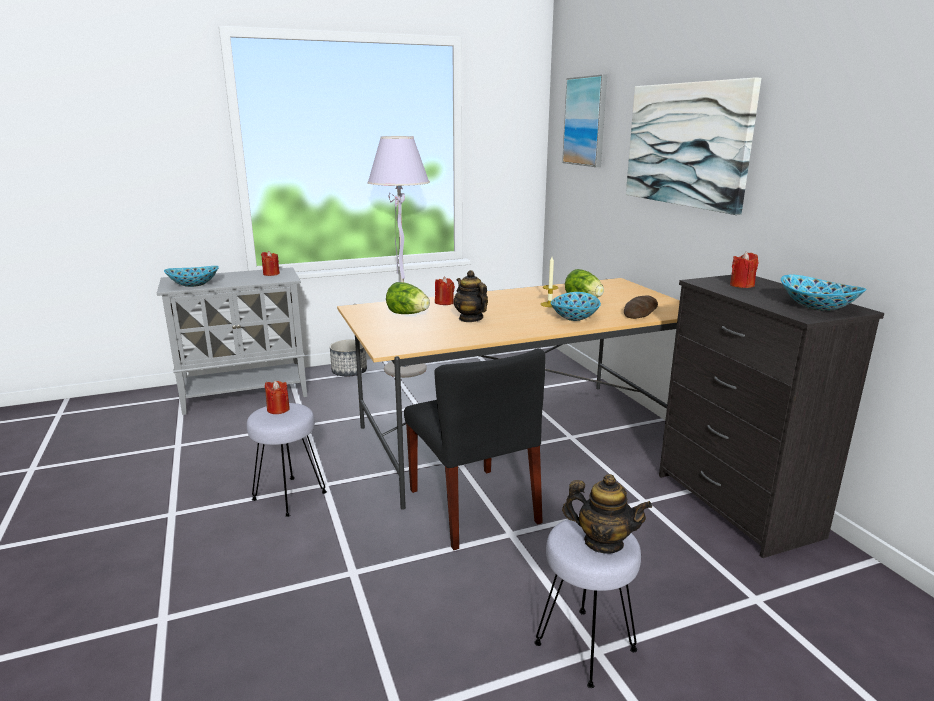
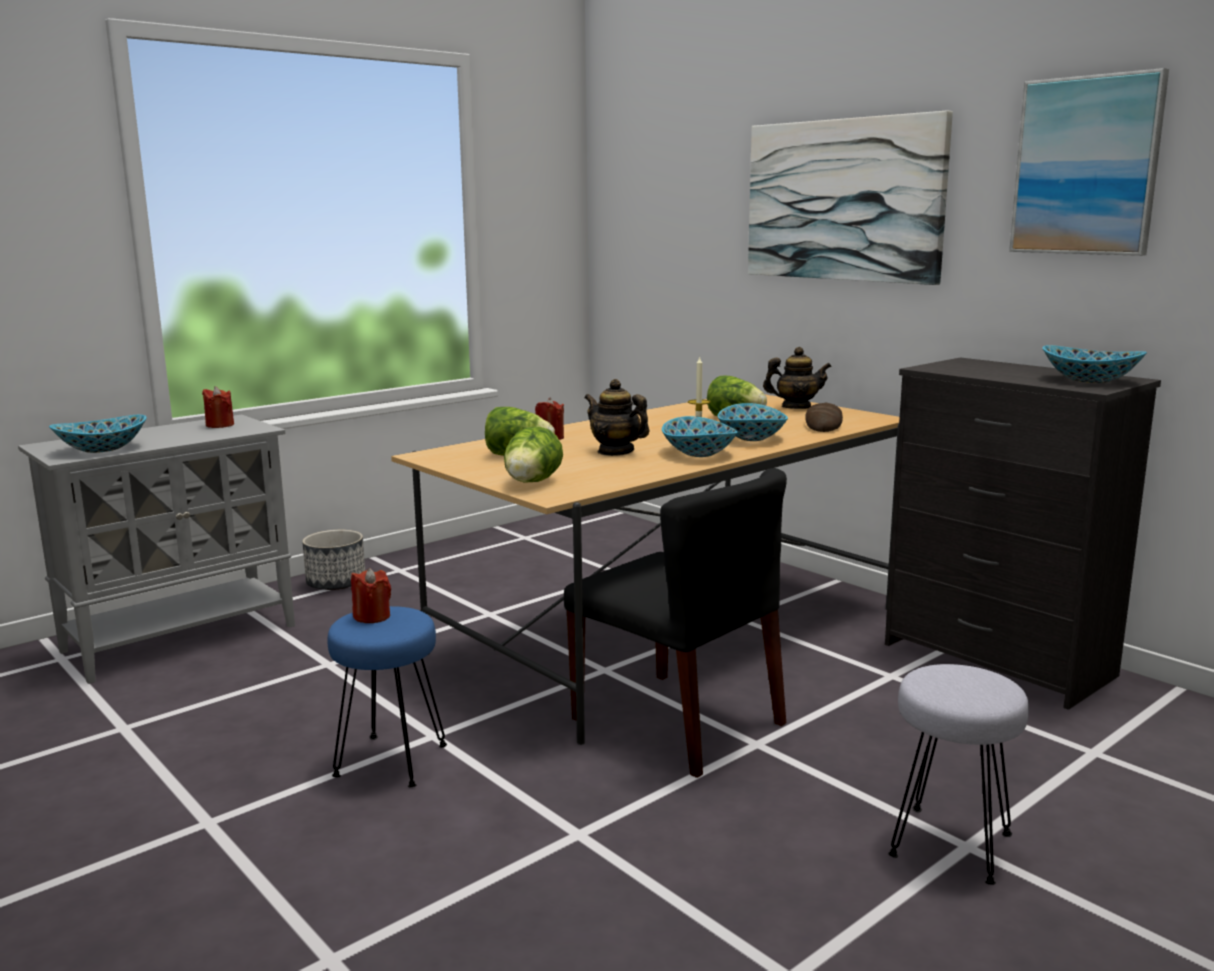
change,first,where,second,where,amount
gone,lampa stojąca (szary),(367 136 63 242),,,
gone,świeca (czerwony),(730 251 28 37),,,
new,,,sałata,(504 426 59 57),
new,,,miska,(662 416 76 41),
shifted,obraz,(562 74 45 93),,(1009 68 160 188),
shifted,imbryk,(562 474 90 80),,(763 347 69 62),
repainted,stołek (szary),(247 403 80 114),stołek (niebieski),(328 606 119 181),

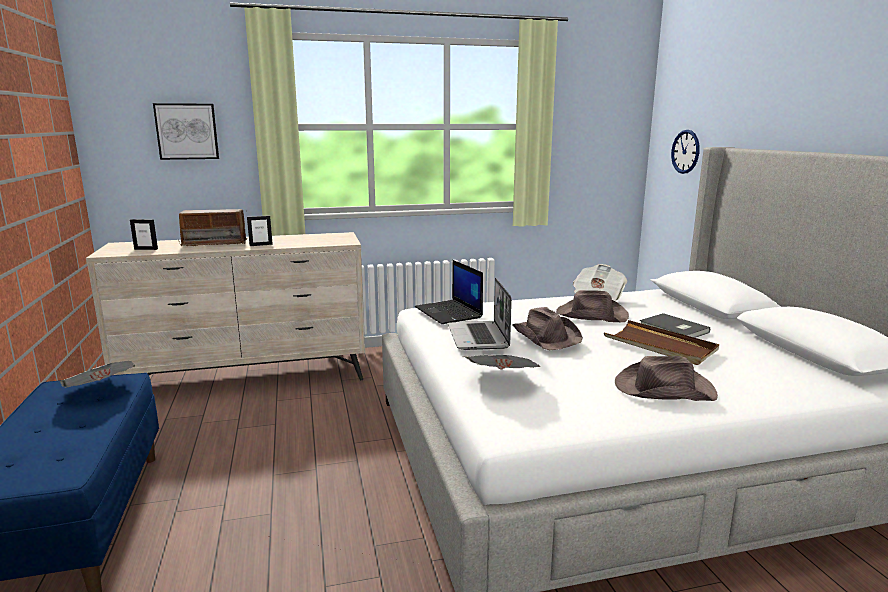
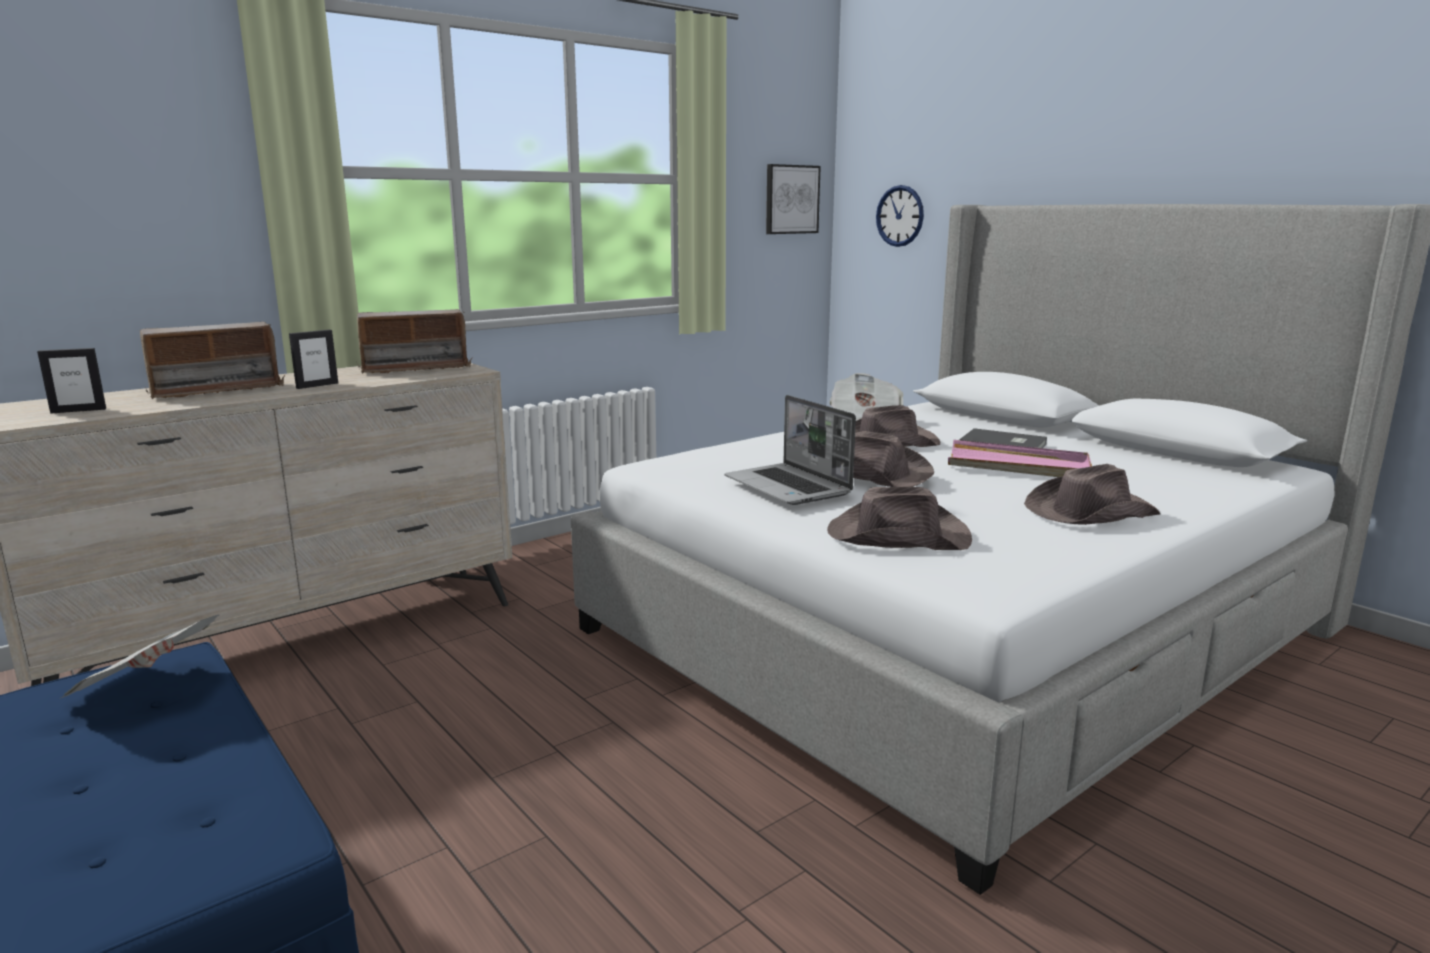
change,first,where,second,where,amount
gone,laptop,(415 260 68 64),,,
new,,,radio,(356 309 117 65),
shifted,obraz,(153 103 66 57),,(766 164 55 70),
swapped,gazeta,(463 355 77 15),kapelusz (brązowy),(827 487 145 63),
repainted,taca (brązowy),(604 320 115 45),taca (różowy),(948 440 144 37),

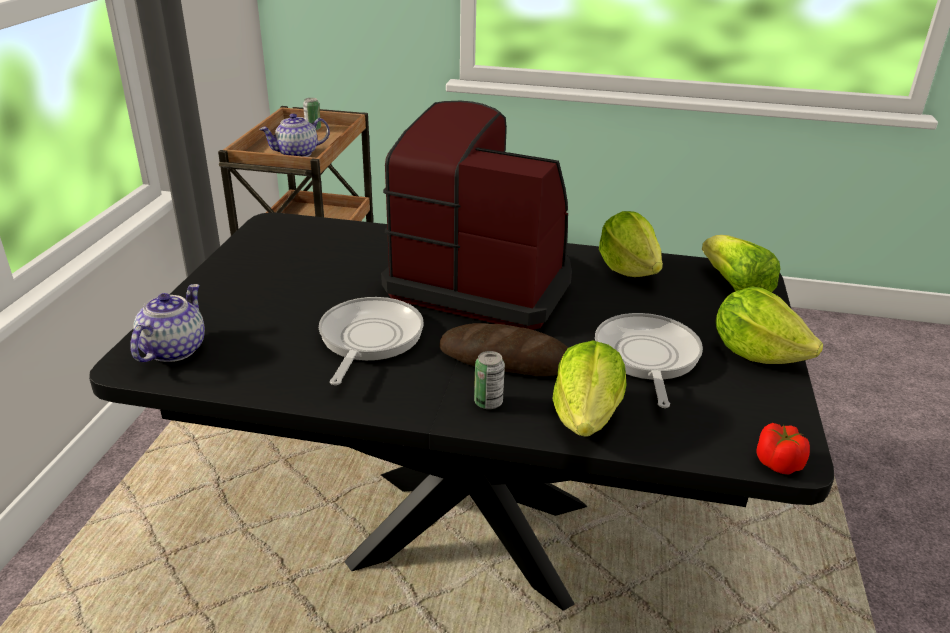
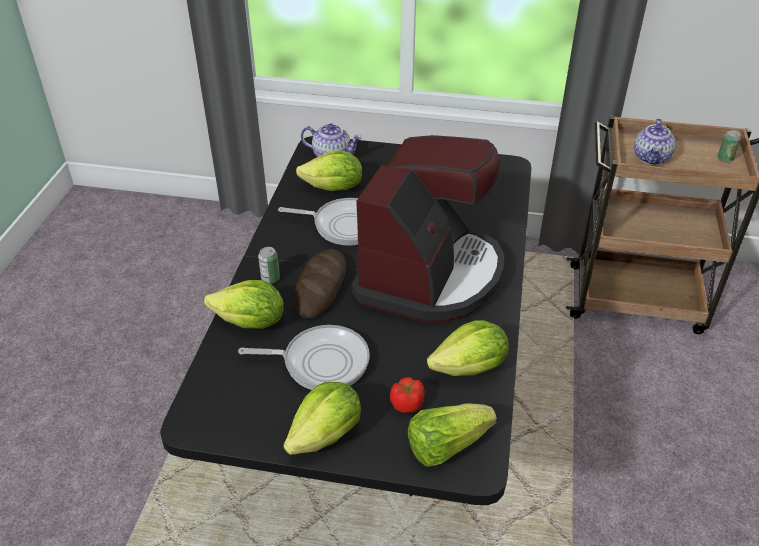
change,first,where,second,where,amount
new,,,sałata,(296 151 66 40),
shifted,pomidor,(757 423 53 52),,(390 377 35 36),
rotated,imbryk,(260 113 70 44),,(634 119 41 46),135 degrees counterclockwise

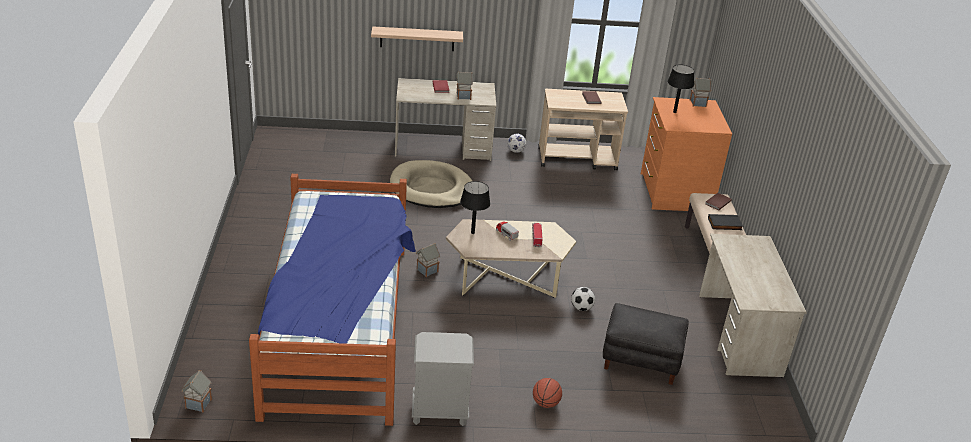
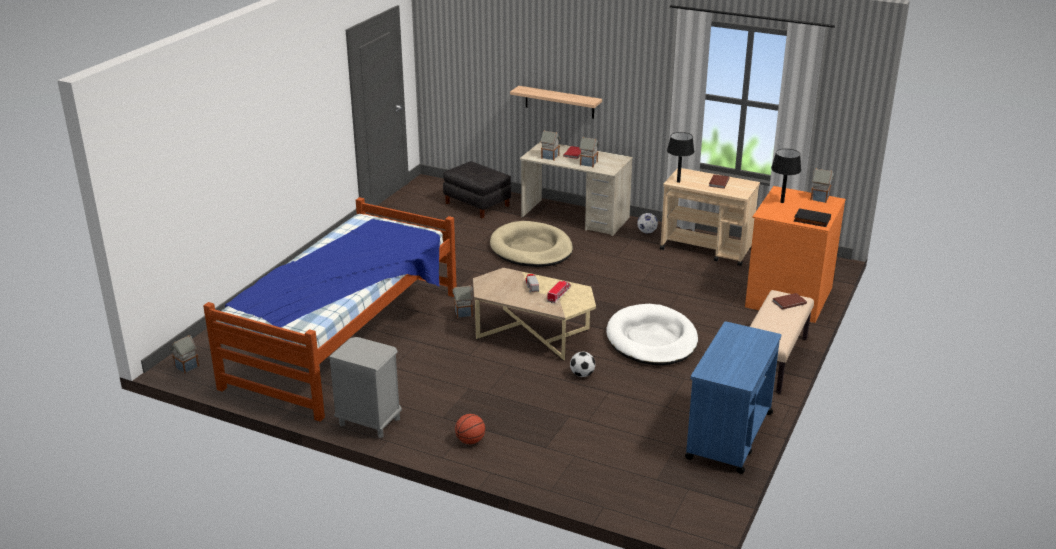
change,first,where,second,where,amount
new,,,domek,(540 130 20 31),
new,,,legowisko (biały),(606 304 92 61),
shifted,lampa stołowa (czarny),(460 181 30 53),,(667 132 27 51),
shifted,pufa (czarny),(603 303 86 82),,(443 161 68 58),
shifted,książka (czarny),(708 214 35 16),,(794 208 37 19),
swapped,biurko (beżowy),(699 234 108 143),wózek (niebieski),(685 321 96 153),

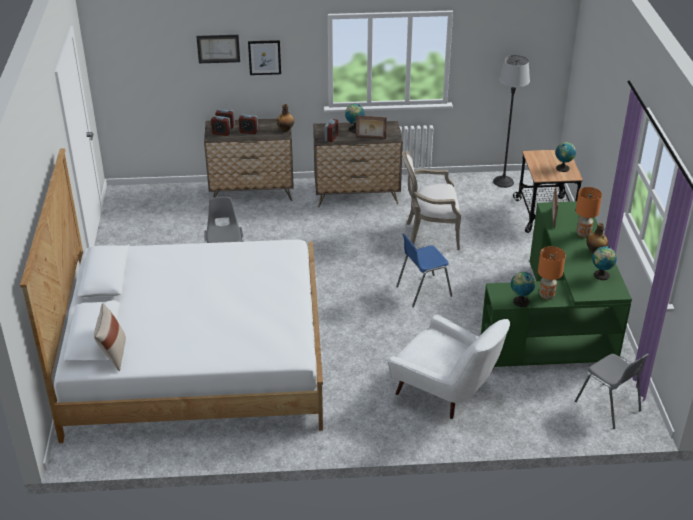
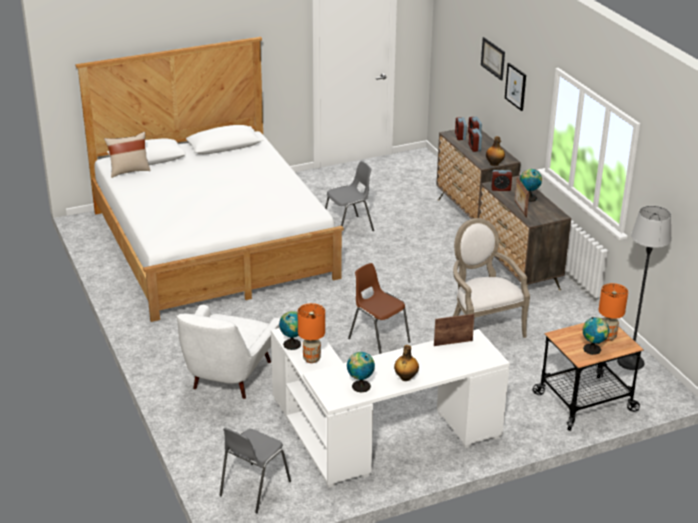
change,first,where,second,where,amount
shifted,lampa stołowa (pomarańczowy),(576 187 26 51),,(599 283 29 58),
repainted,krzesło (niebieski),(396 234 56 73),krzesło (brązowy),(348 263 62 91),
repainted,biurko (zielony),(481 201 151 168),biurko (biały),(271 328 239 160),

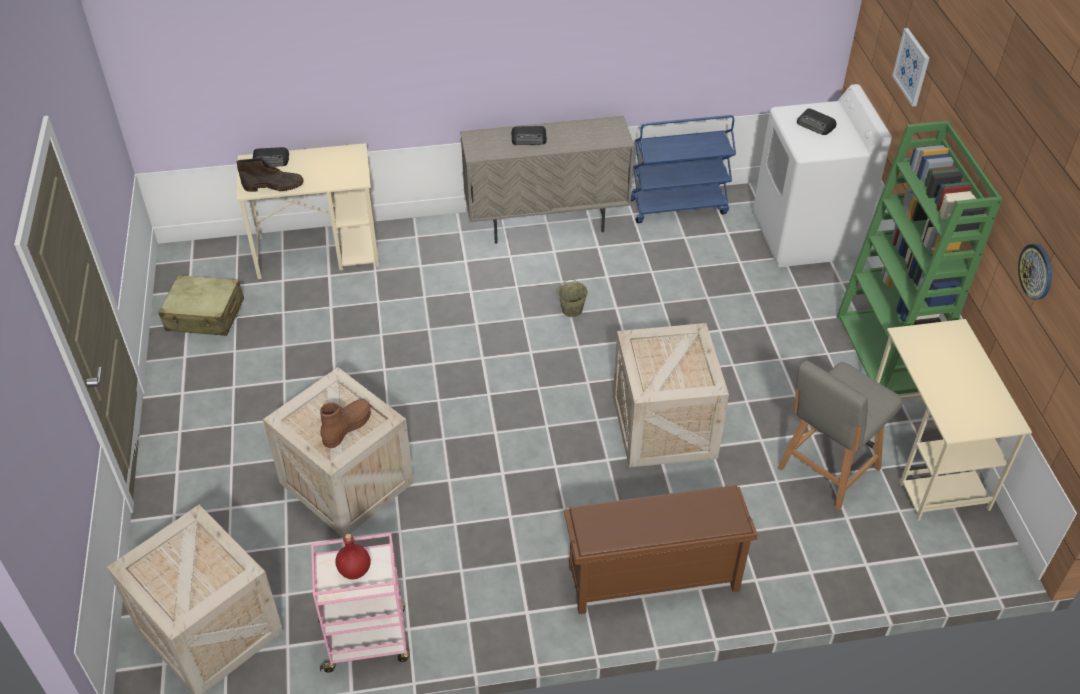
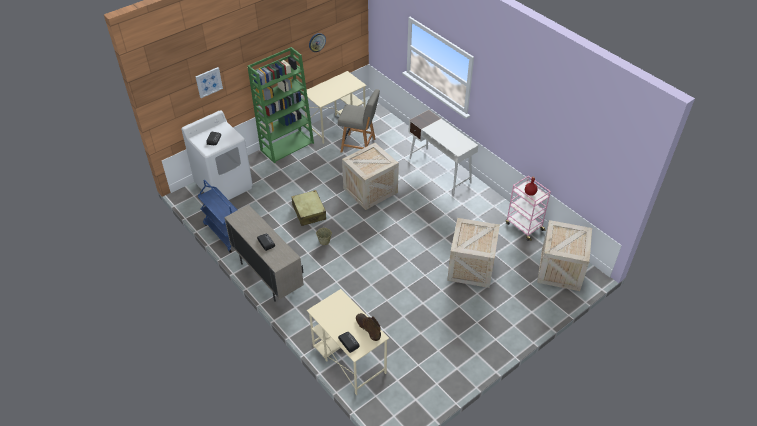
change,first,where,second,where,amount
gone,but z cholewką (brązowy),(320 399 51 49),,,
shifted,walizka (beżowy),(158 275 86 61),,(291 190 35 36),
swapped,regał na buty (brązowy),(564 485 194 129),biurko (biały),(408 110 70 84),

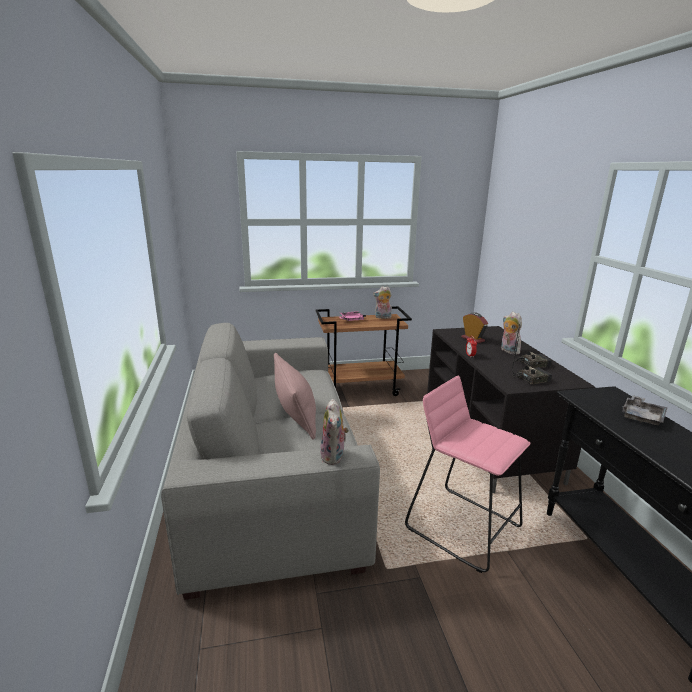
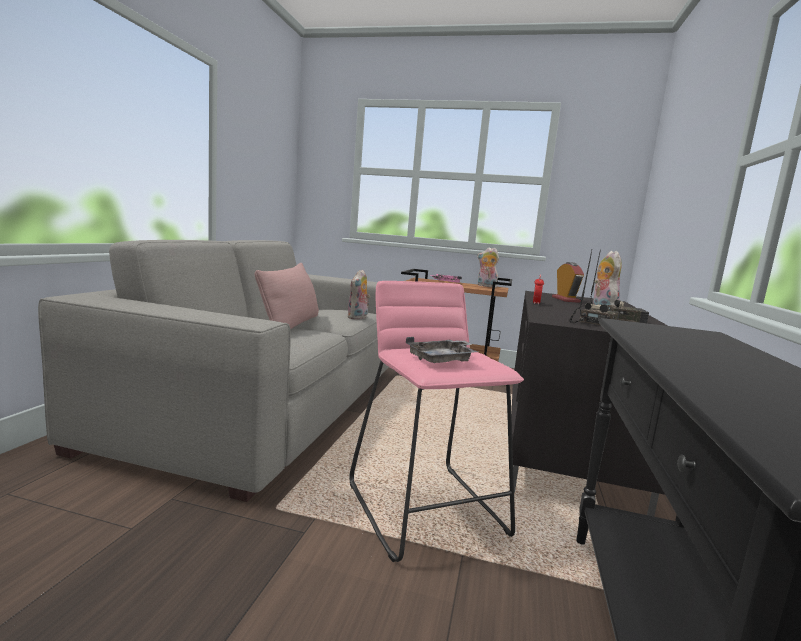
change,first,where,second,where,amount
shifted,pluszak,(320 399 29 66),,(347 269 23 51),
shifted,taca (szary),(622 395 45 30),,(406 337 72 26),
rotated,radio,(512 338 40 47),,(569 251 51 74),60 degrees counterclockwise

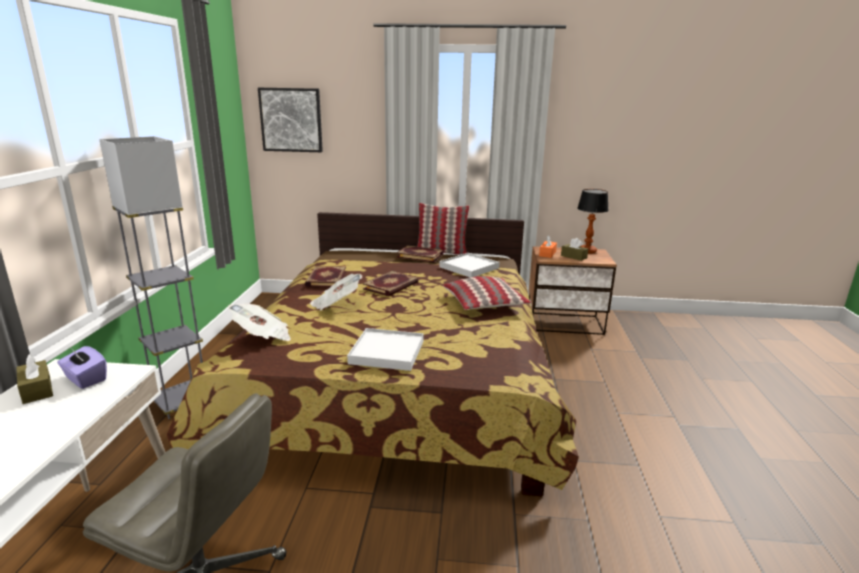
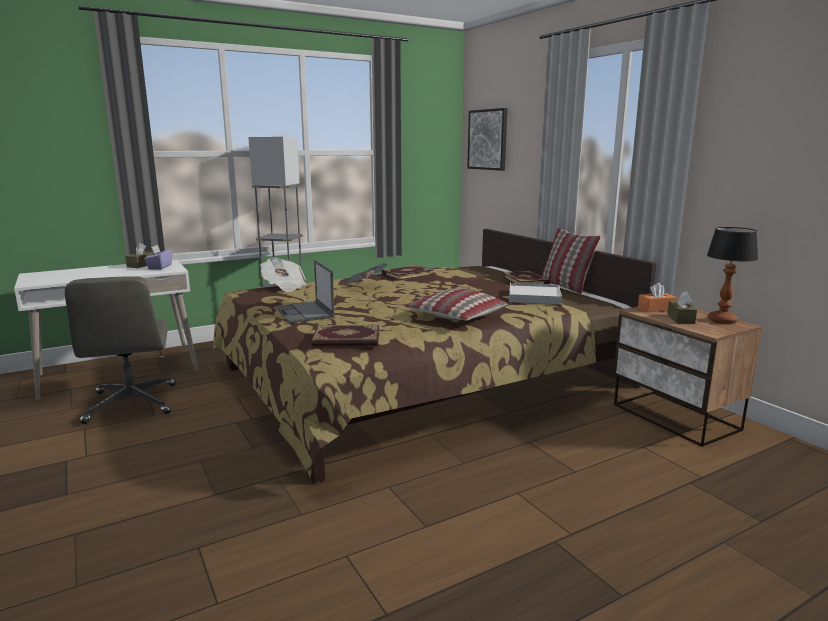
change,first,where,second,where,amount
shifted,książka,(362 271 57 25),,(311 325 68 21),
swapped,taca (biały),(347 328 77 43),laptop,(275 260 60 63),

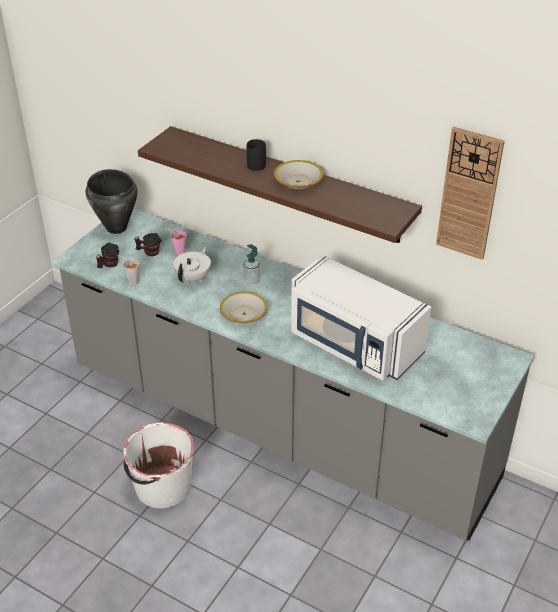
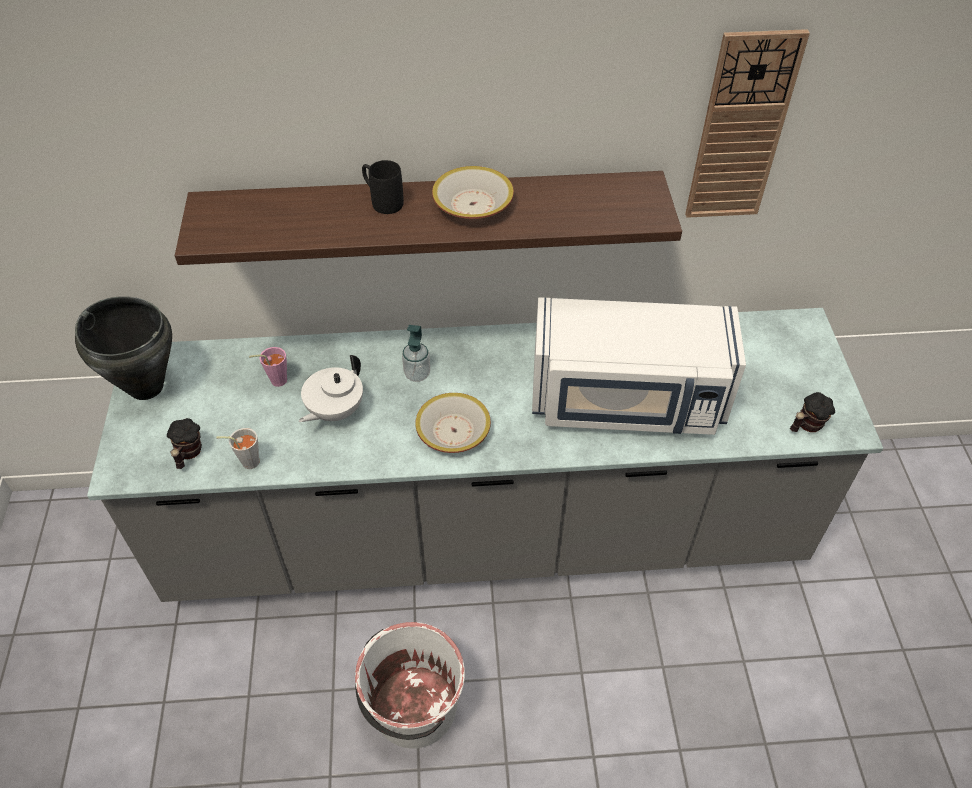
change,first,where,second,where,amount
shifted,kubek,(134 233 27 23),,(790 392 45 40),
rotated,imbryk (biały),(173 247 38 36),,(299 355 64 67),135 degrees counterclockwise

